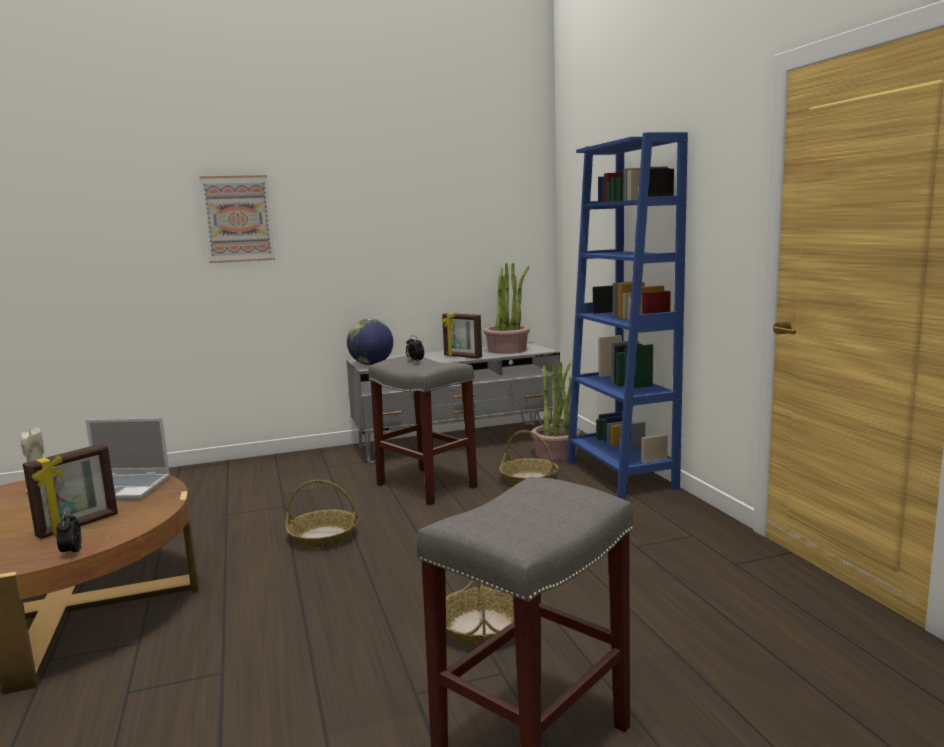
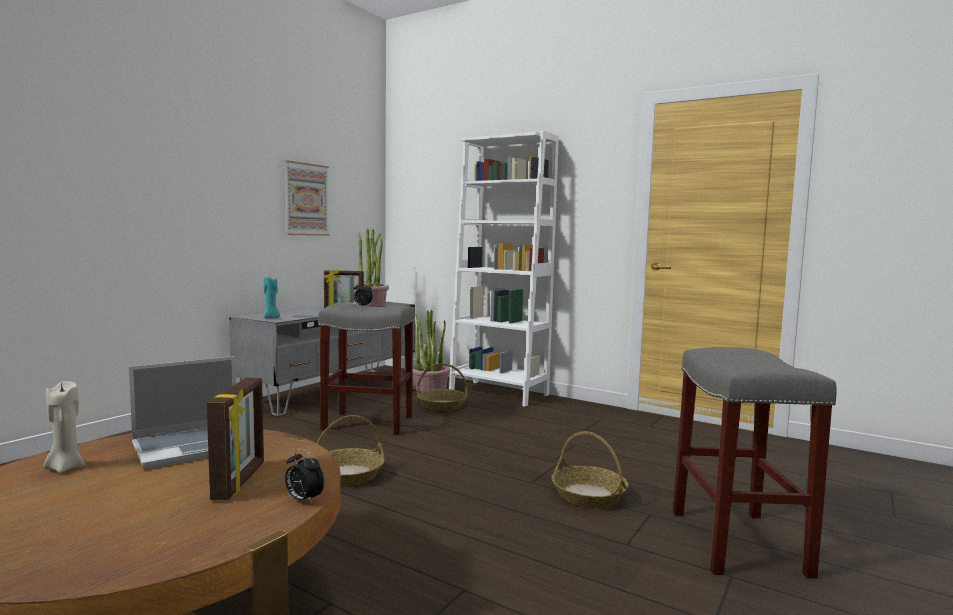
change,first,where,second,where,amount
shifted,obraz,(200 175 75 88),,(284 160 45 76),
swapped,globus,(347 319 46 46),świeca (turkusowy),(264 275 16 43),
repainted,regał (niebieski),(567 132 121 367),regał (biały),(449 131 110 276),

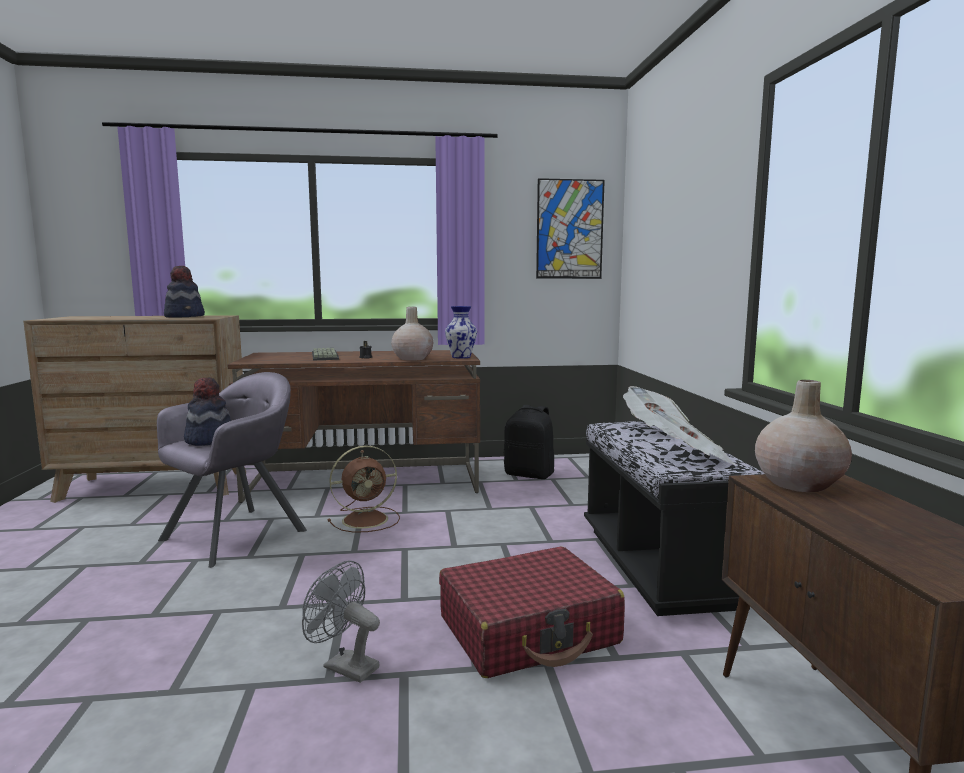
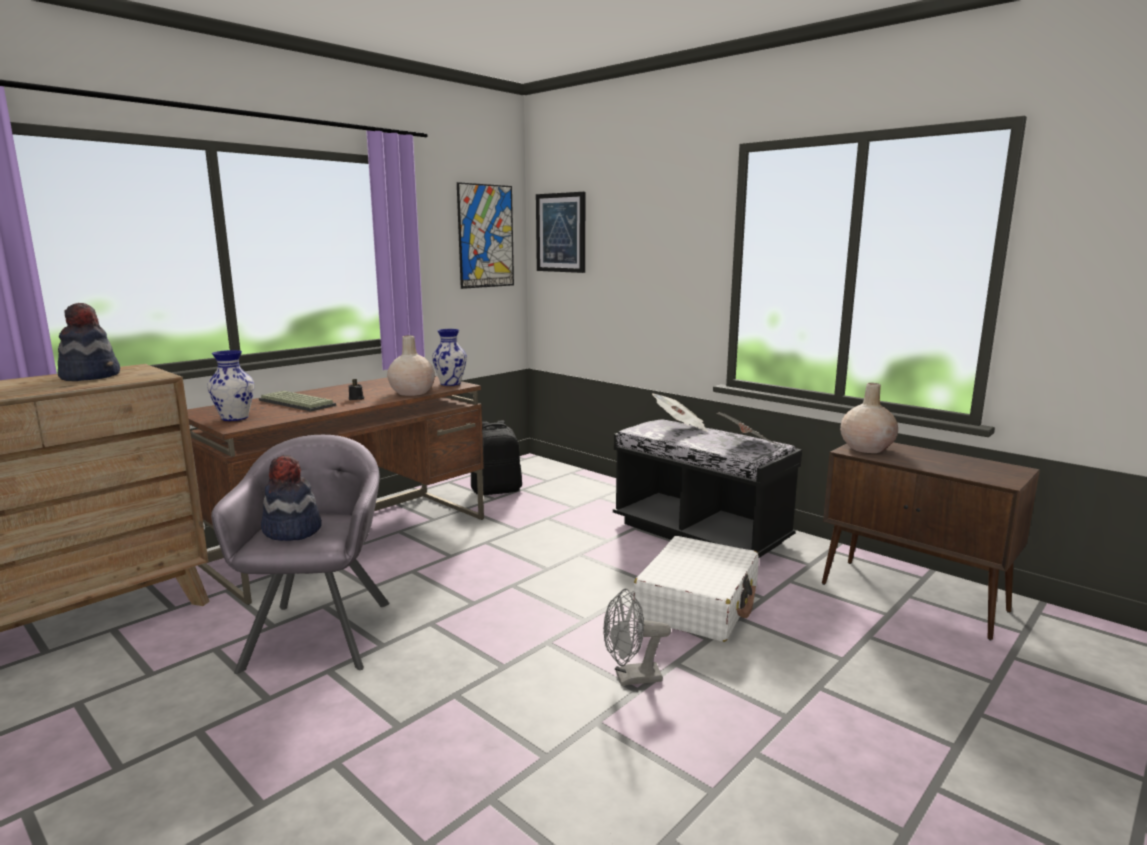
change,first,where,second,where,amount
gone,wentylator (brązowy),(328 445 72 88),,,
new,,,wazon,(207 350 47 71),
new,,,obraz,(536 192 49 81),
repainted,walizka (czerwony),(439 547 186 131),walizka (biały),(633 536 126 106),

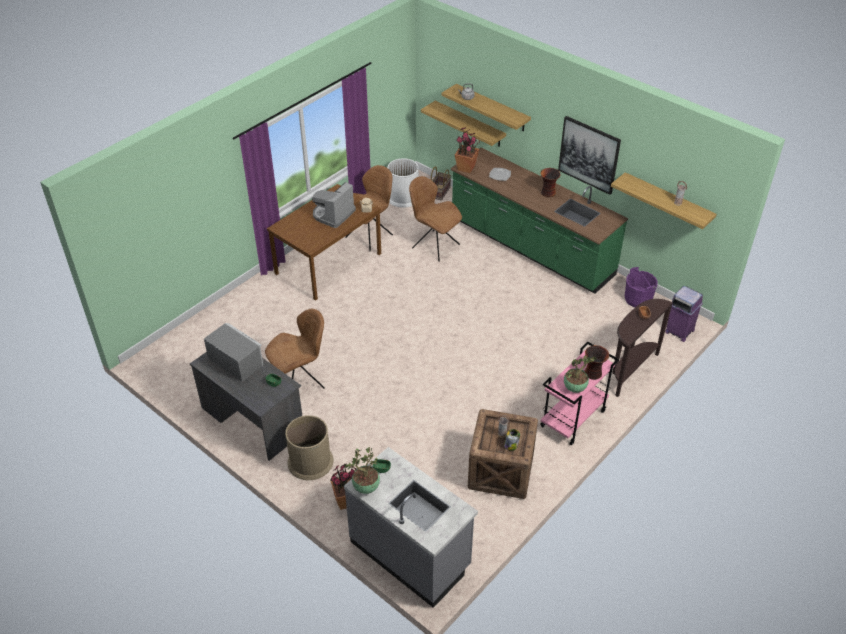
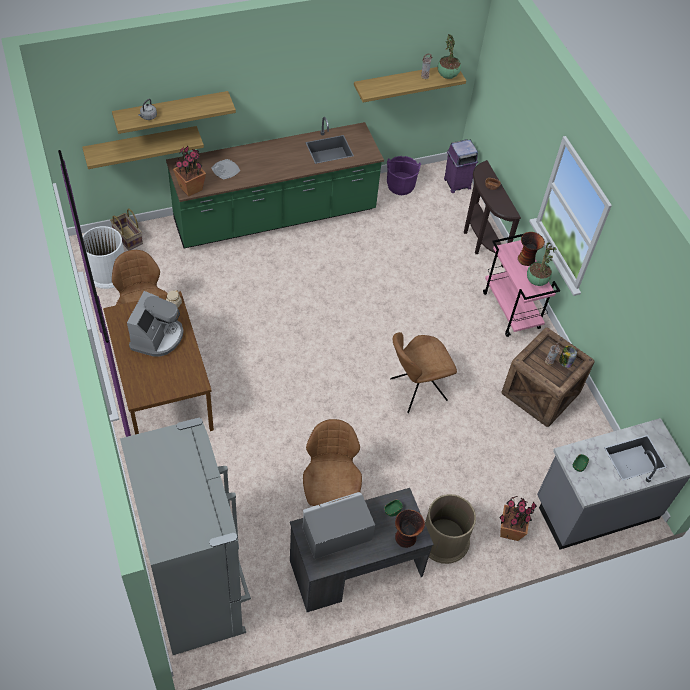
change,first,where,second,where,amount
gone,obraz,(558 116 63 79),,,
new,,,lodówka (szary),(120 418 131 237),
shifted,roślina doniczkowa,(345 447 35 47),,(438 34 23 45),
shifted,krzesło (brązowy),(409 176 53 86),,(390 332 67 81),
shifted,wazon,(540 168 21 29),,(395 510 30 38),
rotated,ekspres do kawy,(312 182 44 46),,(127 291 57 66),135 degrees counterclockwise

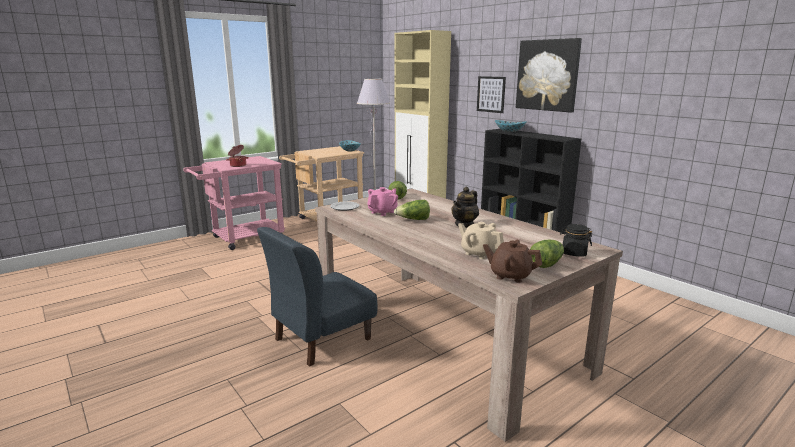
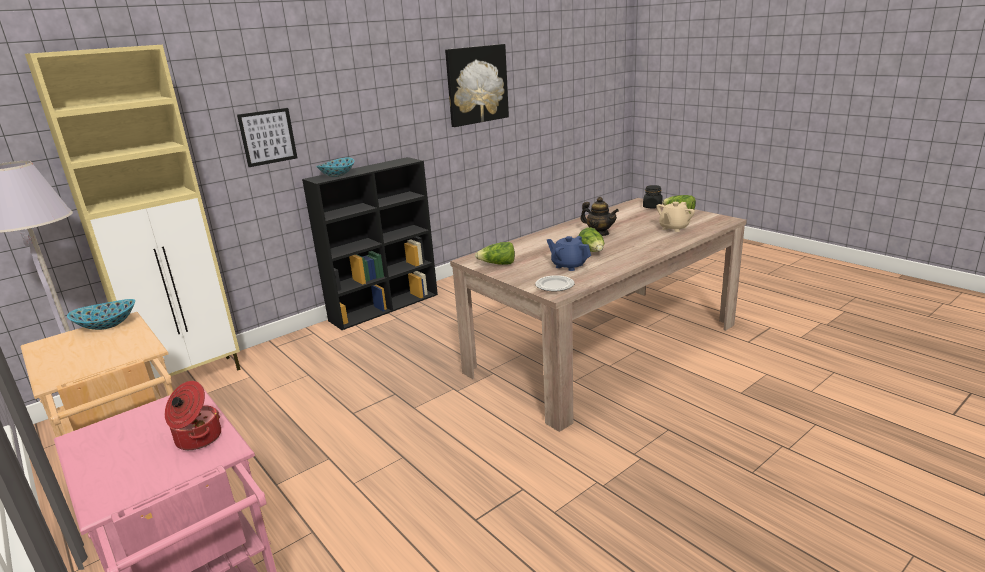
change,first,where,second,where,amount
gone,krzesło (niebieski),(257 227 121 140),,,
gone,imbryk (brązowy),(483 240 59 43),,,
shifted,obraz,(516 38 66 75),,(445 44 64 83),
repainted,imbryk (różowy),(367 187 31 29),imbryk (niebieski),(547 236 44 35),

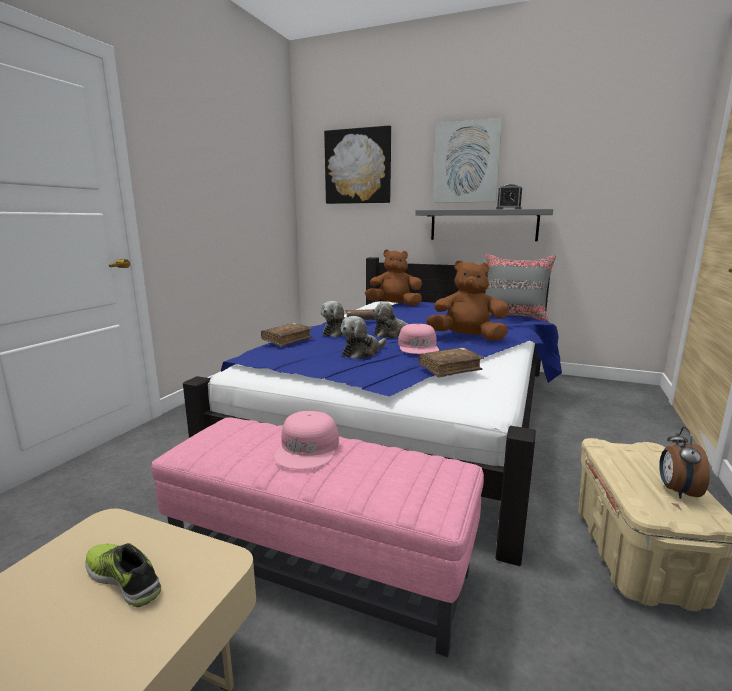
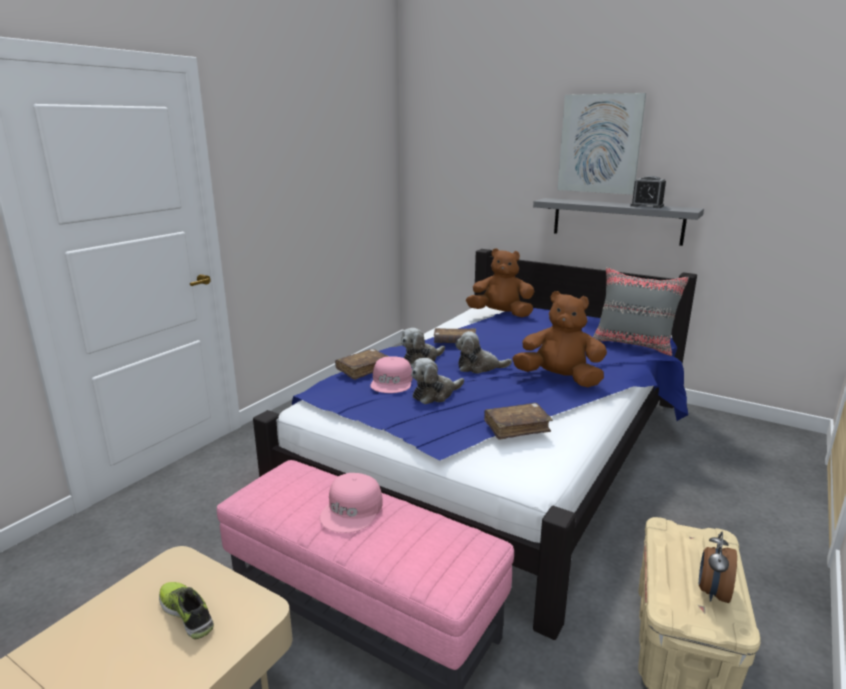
change,first,where,second,where,amount
gone,obraz,(324 125 67 79),,,
shifted,czapka z daszkiem (różowy),(398 324 41 30),,(371 356 42 37),

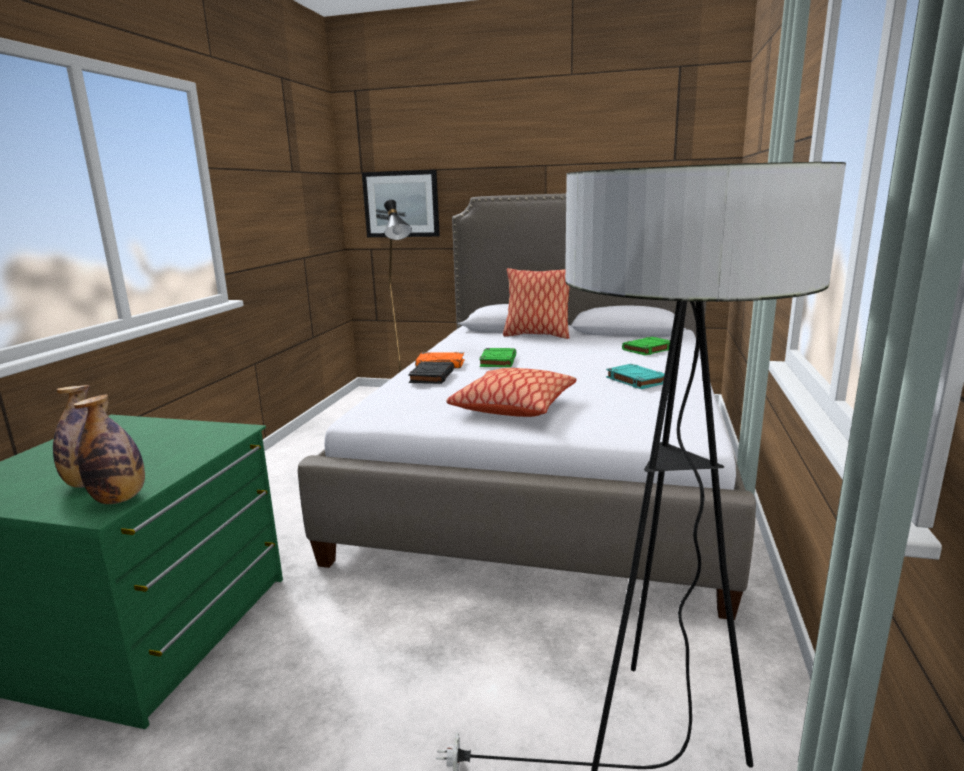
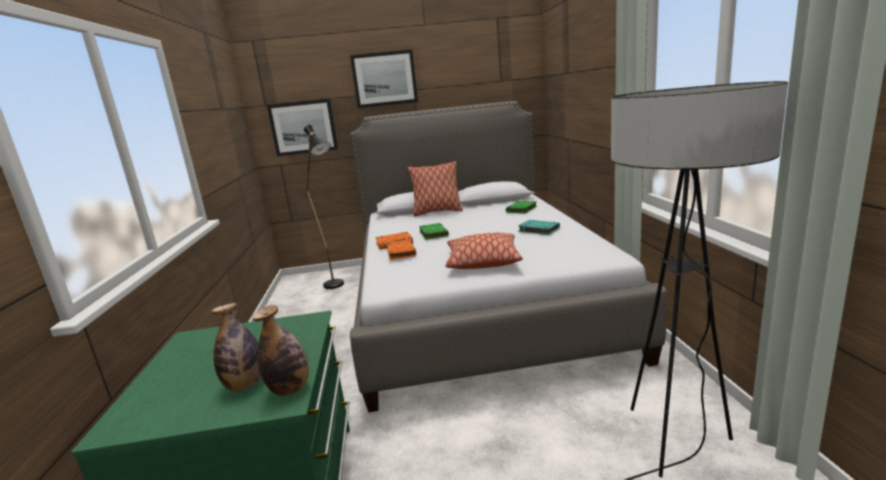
change,first,where,second,where,amount
new,,,obraz,(350 49 68 59),
repainted,książka (czarny),(408 361 46 23),książka (pomarańczowy),(386 240 30 20),

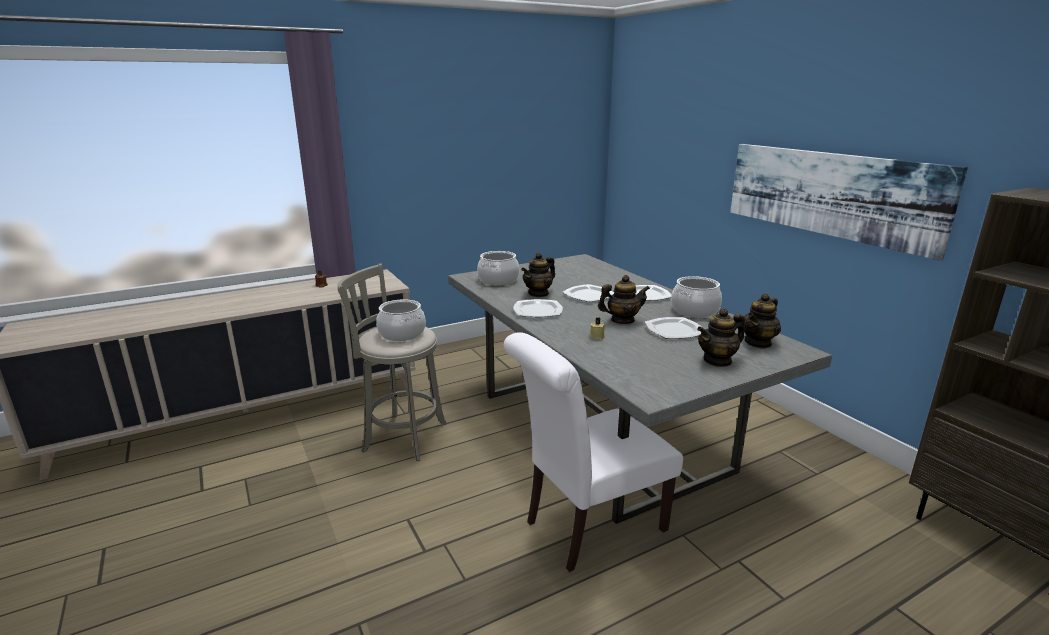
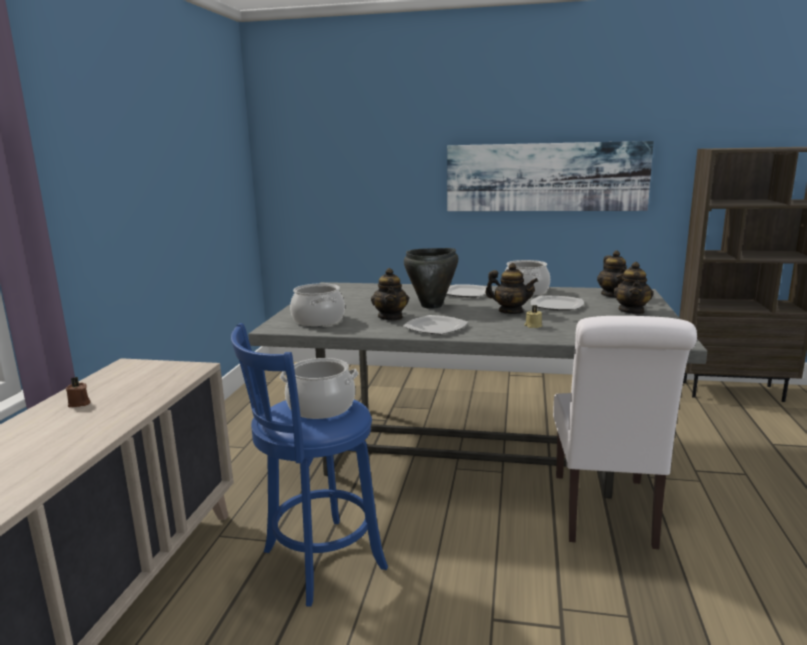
change,first,where,second,where,amount
swapped,talerz,(563 284 51 18),garnek (czarny),(404 248 54 61),
repainted,stołek (szary),(337 263 110 198),stołek (niebieski),(231 323 157 284),
rotated,imbryk,(598 275 52 49),,(485 263 53 51),90 degrees clockwise

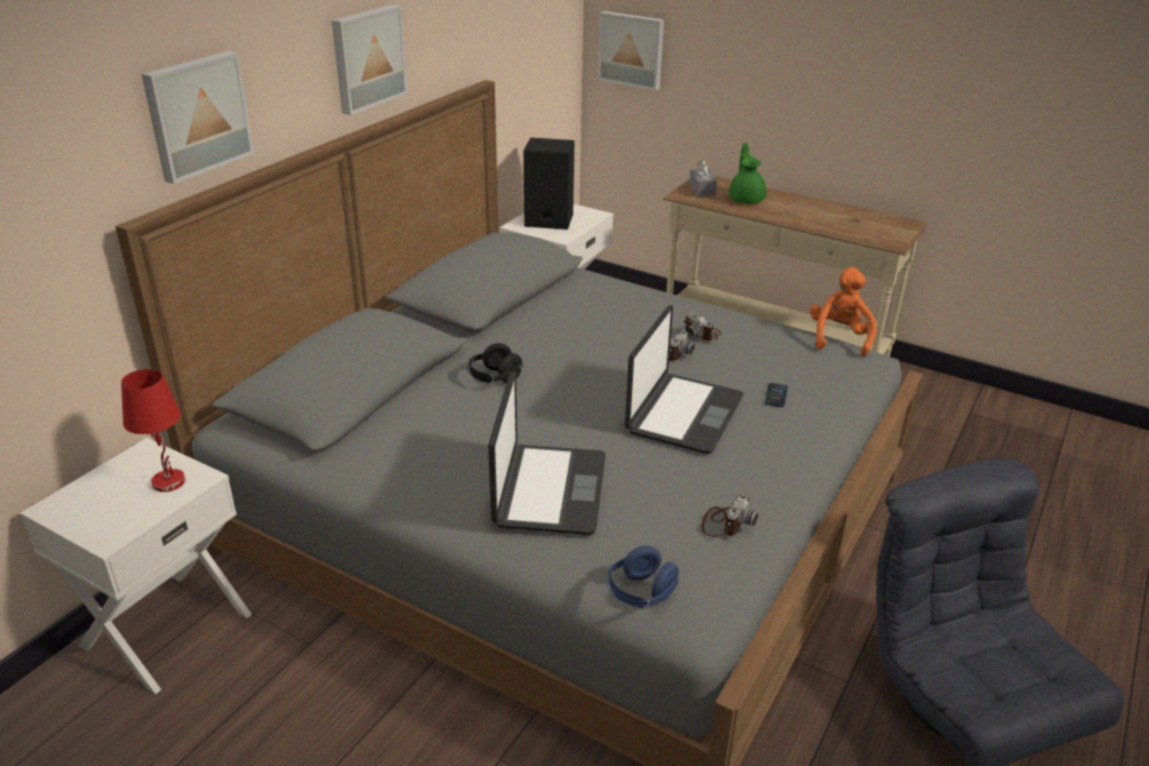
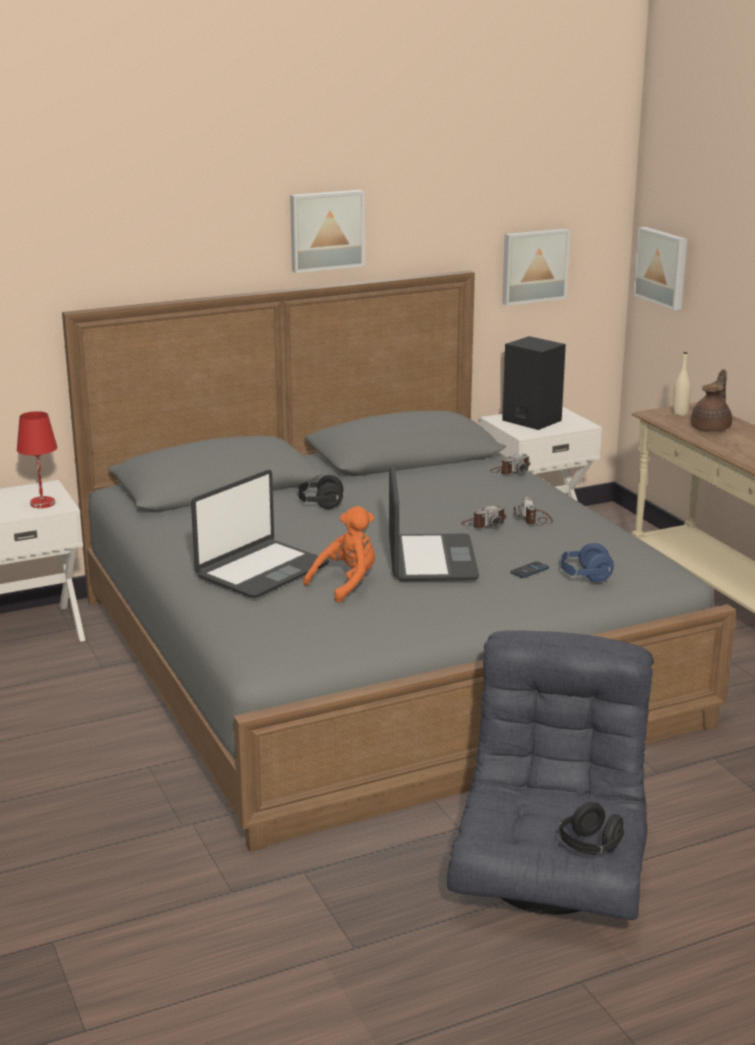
change,first,where,second,where,amount
new,,,słuchawki (czarny),(559 802 65 53),
shifted,obraz,(142 51 112 133),,(502 229 68 77),
shifted,słuchawki (niebieski),(607 545 72 63),,(559 543 55 39),
shifted,aparat fotograficzny,(702 493 56 44),,(490 453 40 22),
shifted,pluszak (pomarańczowy),(810 267 67 90),,(303 506 72 97),
swapped,pudełko chusteczek (szary),(689 160 28 37),butelka (beżowy),(672 352 19 64),
repainted,imbryk (zielony),(729 143 37 61),imbryk (brązowy),(691 369 41 63),
rotated,laptop,(625 305 119 149),,(389 465 90 116),60 degrees counterclockwise

